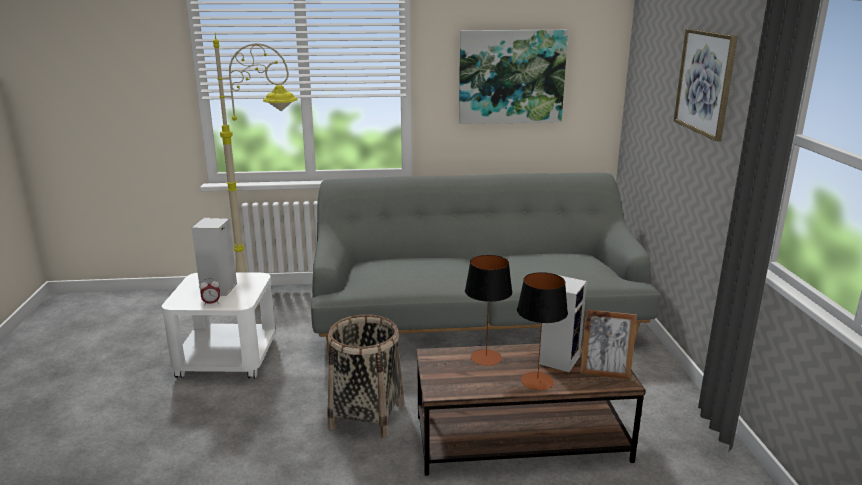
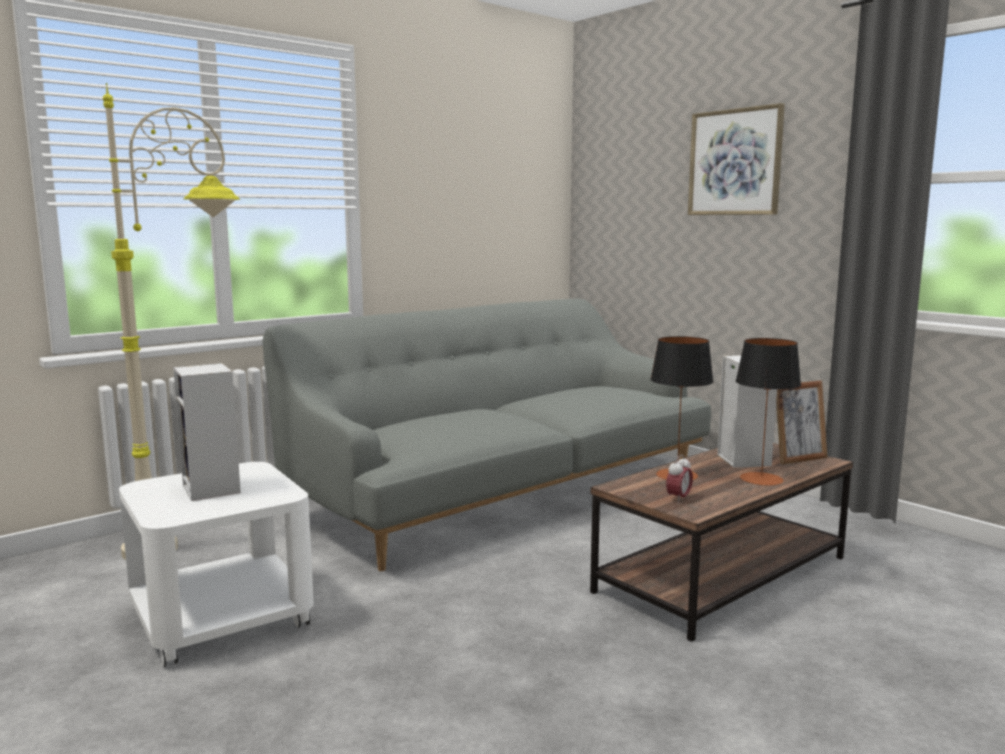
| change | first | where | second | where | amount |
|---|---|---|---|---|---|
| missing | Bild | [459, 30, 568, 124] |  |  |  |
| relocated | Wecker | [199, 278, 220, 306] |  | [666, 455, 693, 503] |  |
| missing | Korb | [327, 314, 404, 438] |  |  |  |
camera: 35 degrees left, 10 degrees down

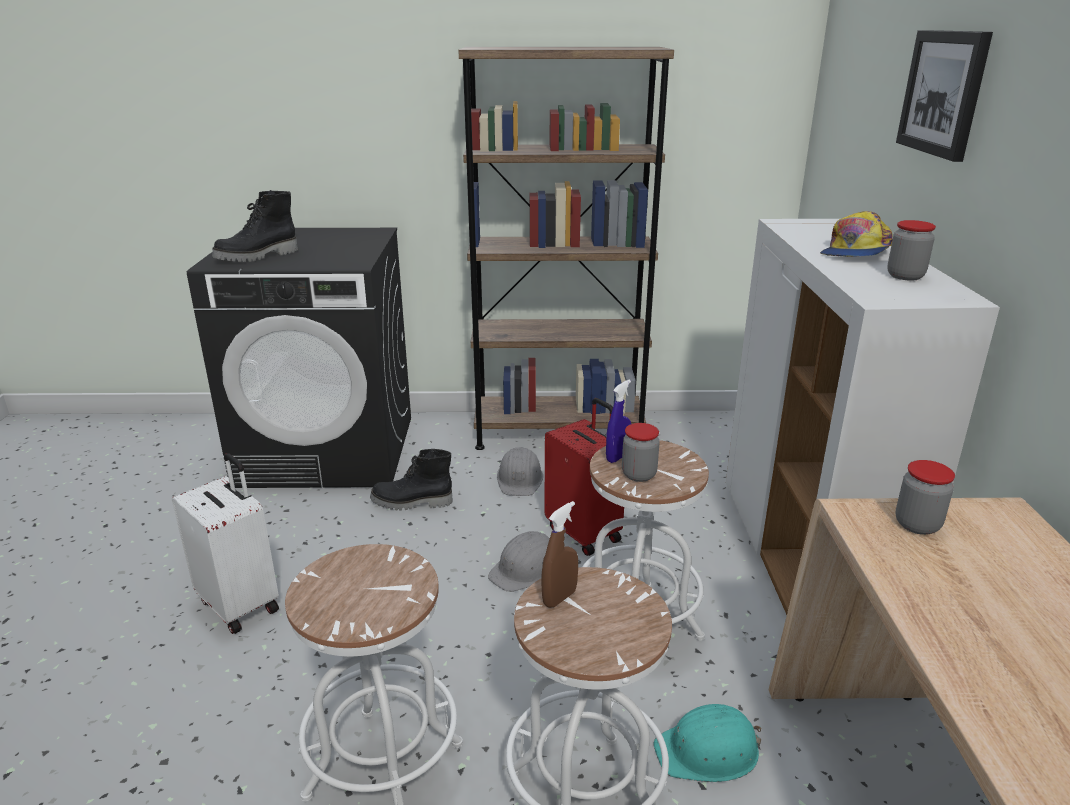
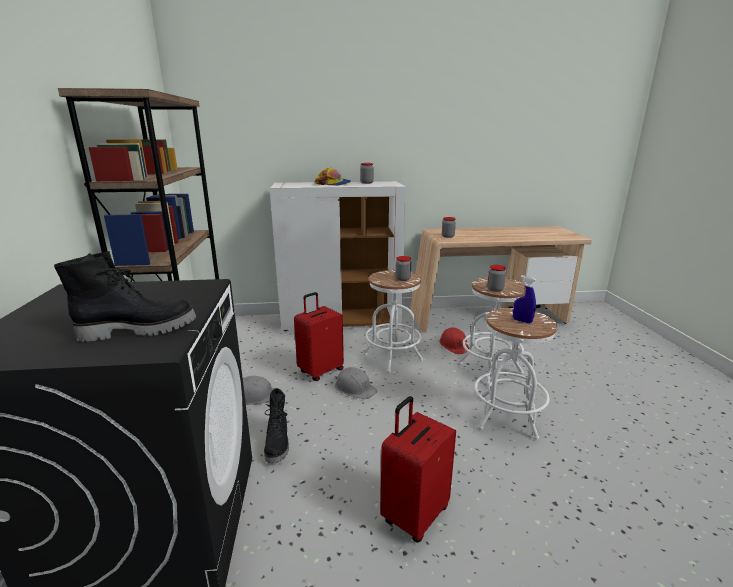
| change | first | where | second | where | amount |
|---|---|---|---|---|---|
| missing | Bild | [896, 30, 993, 162] |  |  |  |
| spun | Stiefel (schwarz) | [212, 190, 298, 262] |  | [54, 251, 197, 342] | 60 degrees counterclockwise |
| relocated | Sprühflasche (blau) | [606, 380, 631, 463] |  | [513, 275, 536, 324] |  |
| colour | Koffer (weiß) | [172, 453, 279, 634] | Koffer (rot) | [380, 396, 456, 543] |  |
| exchanged | Sprühflasche (braun) | [541, 501, 578, 608] | Vorratsglas | [487, 265, 506, 292] |  |
| colour | Schutzhelm (türkis) | [654, 704, 761, 782] | Schutzhelm (rot) | [439, 327, 469, 354] |  |
camera: 95 degrees left, 5 degrees down

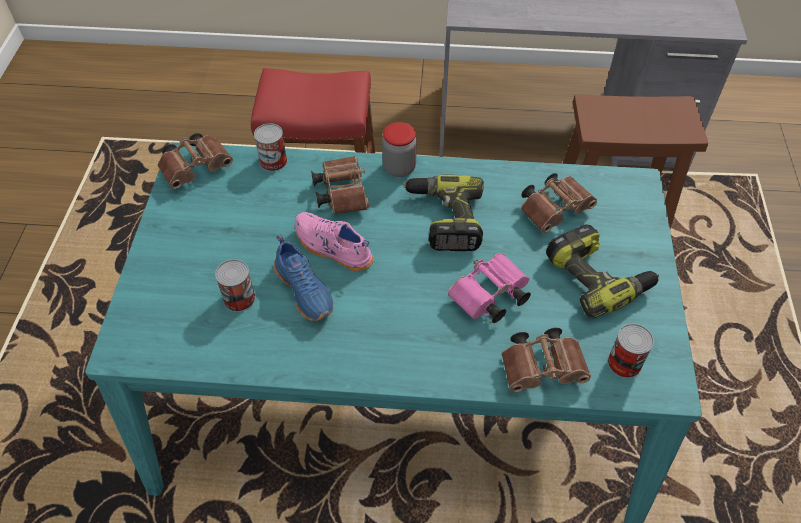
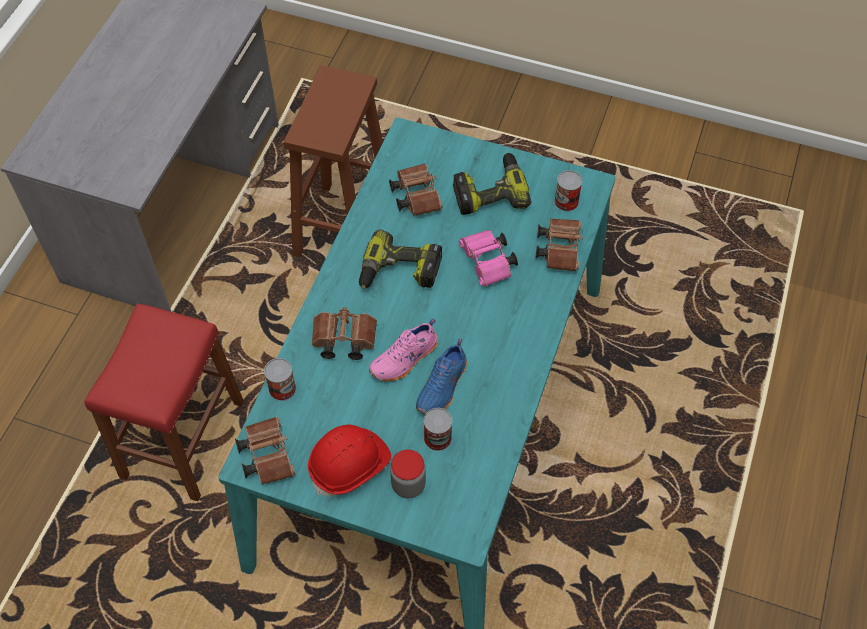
| change | first | where | second | where | amount |
|---|---|---|---|---|---|
| relocated | Vorratsglas | [382, 122, 417, 177] |  | [390, 450, 426, 498] |  |
| spun | Schuh (blau) | [274, 235, 334, 321] |  | [416, 338, 467, 414] | 135 degrees clockwise |
| appeared |  |  | Schutzhelm (rot) | [308, 425, 391, 496] |  |
camera: 75 degrees left, 5 degrees up

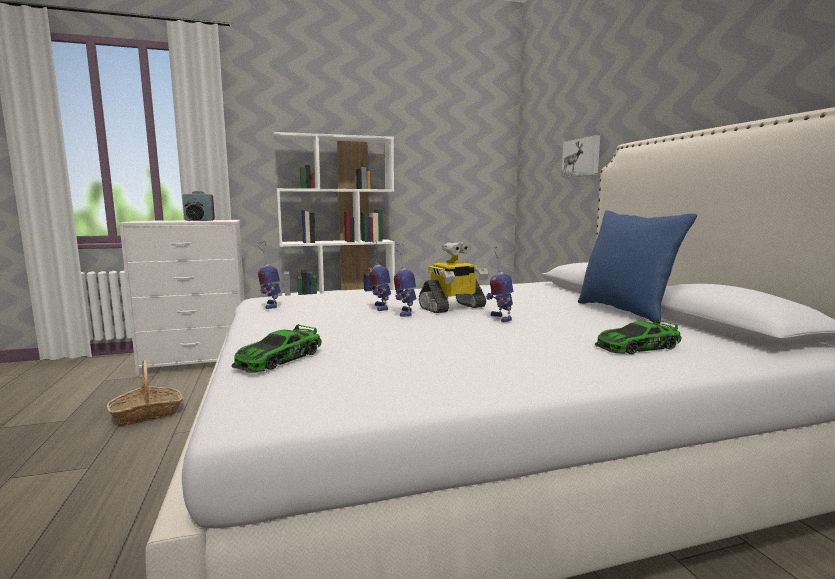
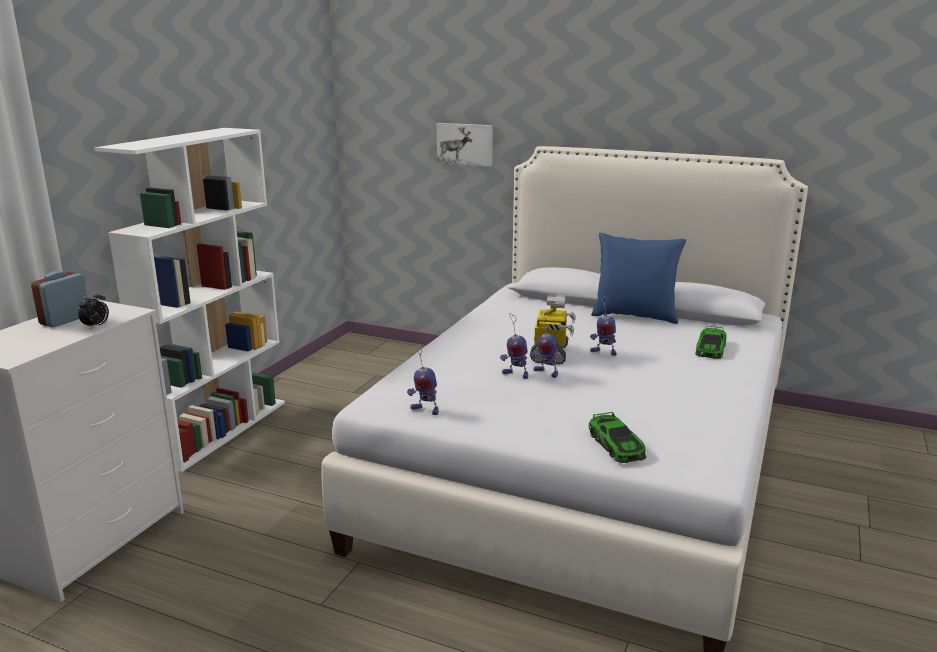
| change | first | where | second | where | amount |
|---|---|---|---|---|---|
| missing | Korb | [107, 360, 183, 426] |  |  |  |
camera: 50 degrees left, 10 degrees up

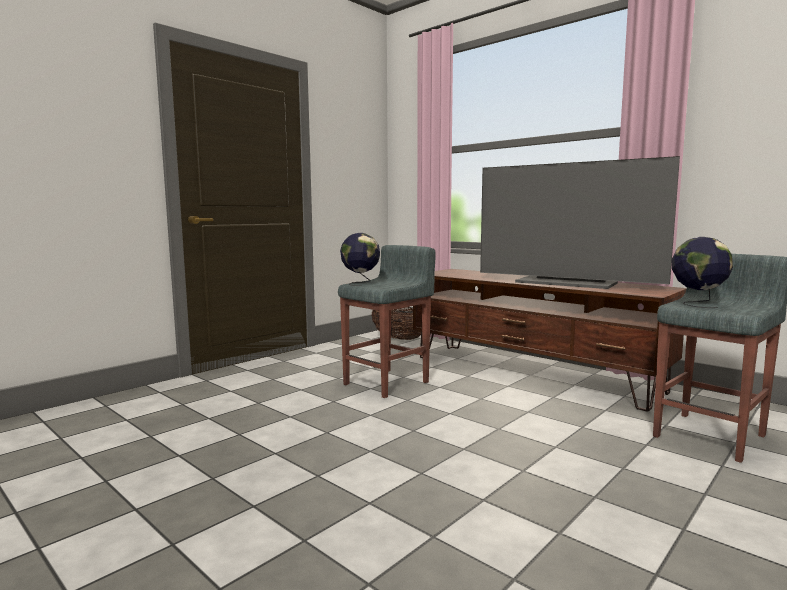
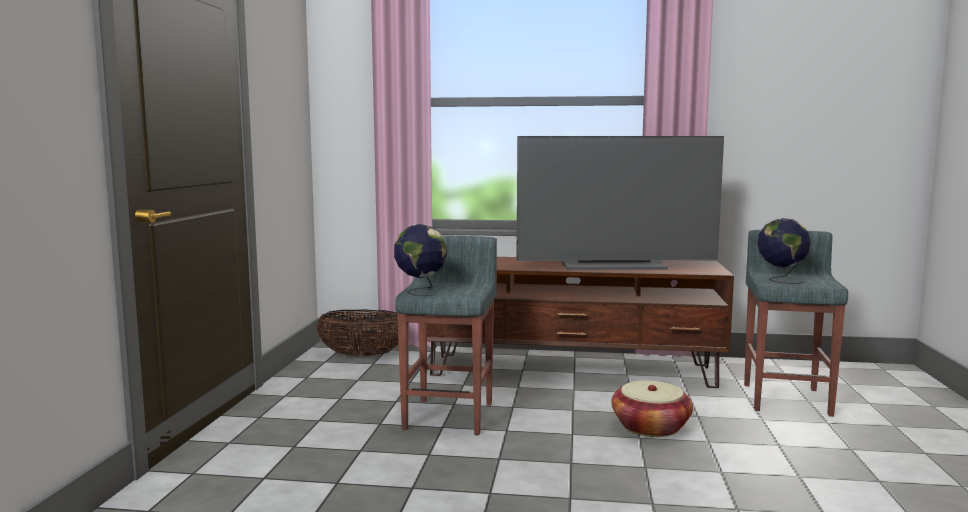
| change | first | where | second | where | amount |
|---|---|---|---|---|---|
| appeared |  |  | Korb | [611, 380, 693, 437] |  |
camera: 35 degrees left, 0 degrees up

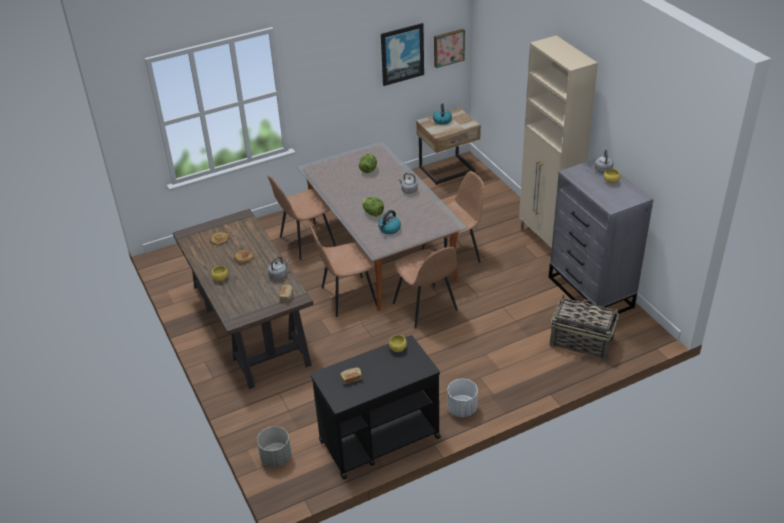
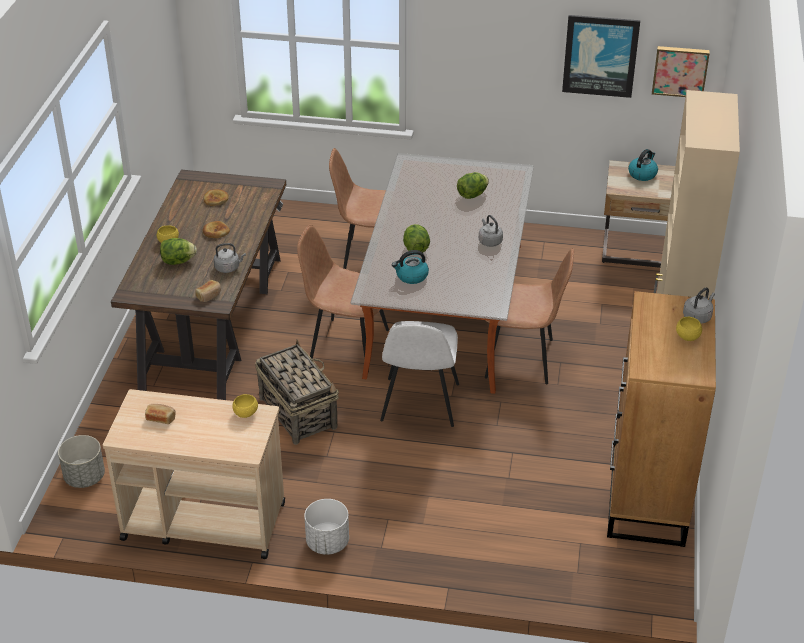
| change | first | where | second | where | amount |
|---|---|---|---|---|---|
| colour | Kommode (grau) | [549, 158, 654, 314] | Kommode (braun) | [607, 291, 716, 547] |  |
| colour | Stuhl (braun) | [393, 247, 458, 328] | Stuhl (weiß) | [380, 321, 459, 427] |  |
| relocated | Korb | [550, 294, 619, 361] |  | [255, 339, 339, 445] |  |
| colour | Rollwagen (schwarz) | [310, 335, 441, 479] | Rollwagen (beige) | [103, 389, 285, 559] |  |
| appeared |  |  | Salatkopf | [160, 238, 197, 265] |  |
camera: 35 degrees right, 0 degrees up

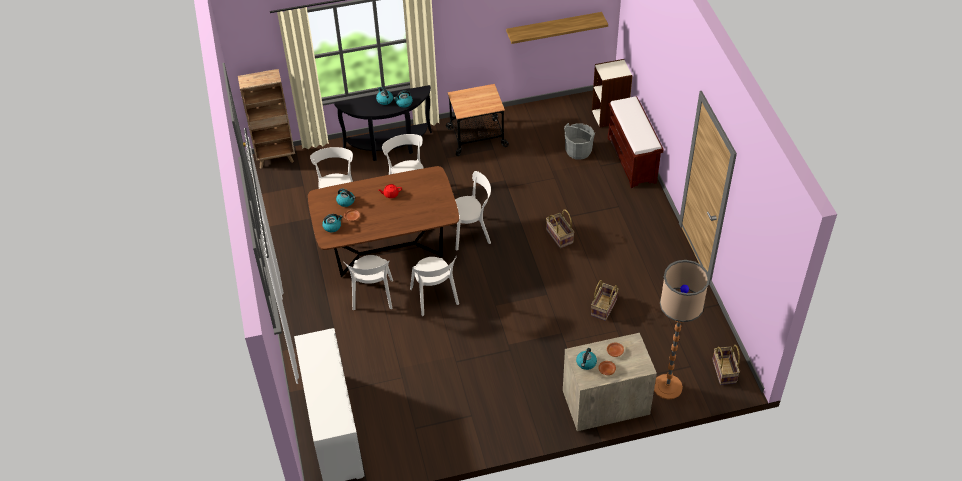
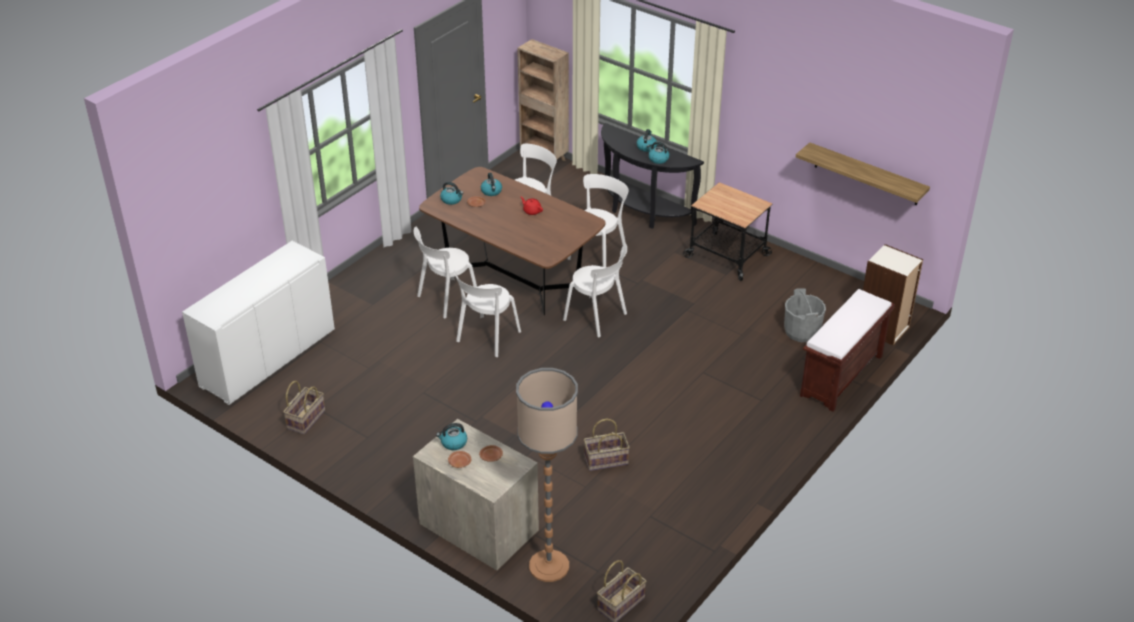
| change | first | where | second | where | amount |
|---|---|---|---|---|---|
| relocated | Korb | [546, 209, 574, 248] |  | [283, 381, 325, 435] |  |
camera: 50 degrees right, 10 degrees down

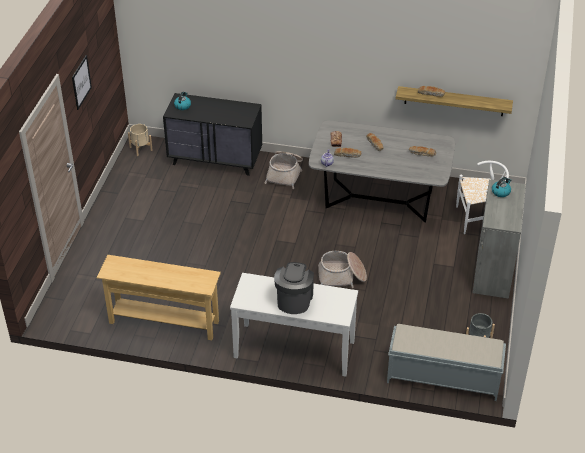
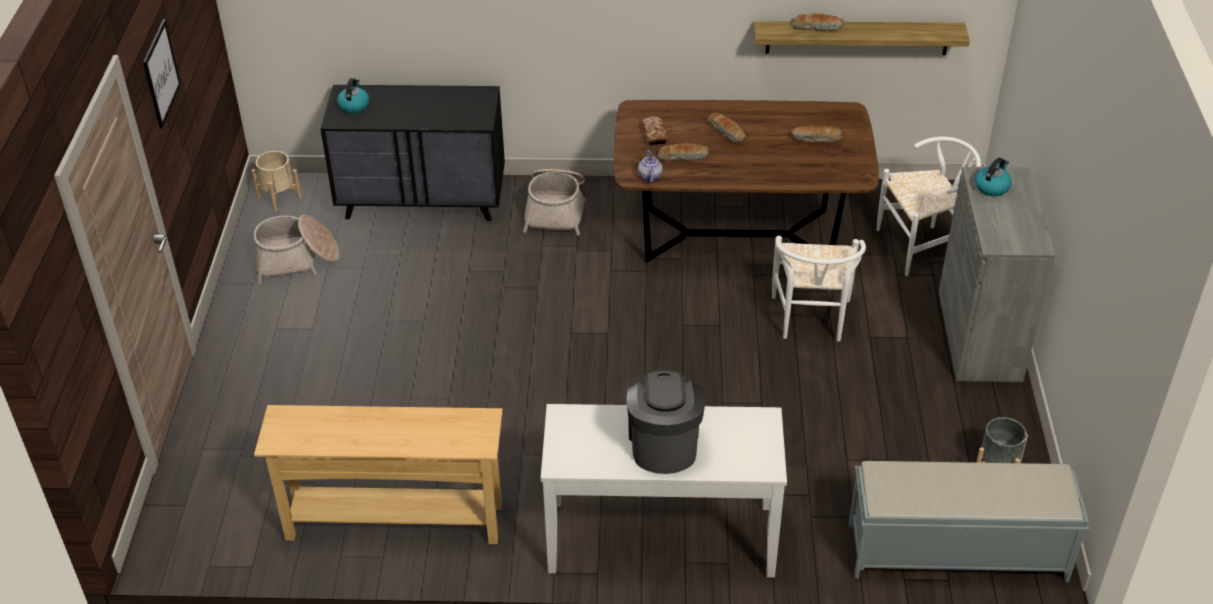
| change | first | where | second | where | amount |
|---|---|---|---|---|---|
| colour | Esstisch (grau) | [309, 120, 455, 223] | Esstisch (braun) | [614, 100, 879, 262] |  |
| relocated | Korb | [318, 251, 367, 288] |  | [253, 215, 339, 284] |  |
| appeared |  |  | Stuhl (weiß) | [772, 236, 866, 342] |  |
camera: 10 degrees left, 0 degrees up

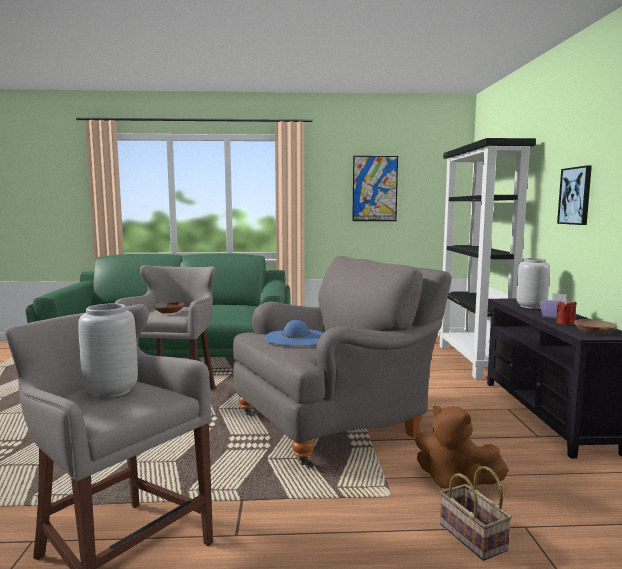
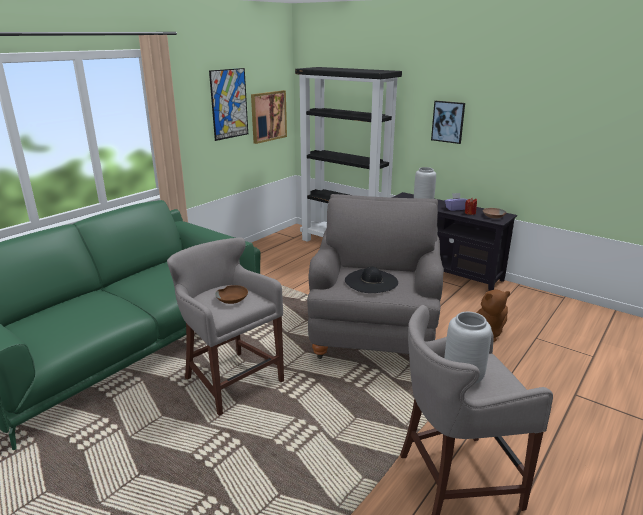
| change | first | where | second | where | amount |
|---|---|---|---|---|---|
| colour | Hut (blau) | [264, 320, 323, 346] | Hut (schwarz) | [345, 266, 398, 293] |  |
| missing | Korb | [440, 466, 512, 561] |  |  |  |
| appeared |  |  | Bild | [251, 90, 287, 144] |  |
camera: 50 degrees left, 15 degrees up

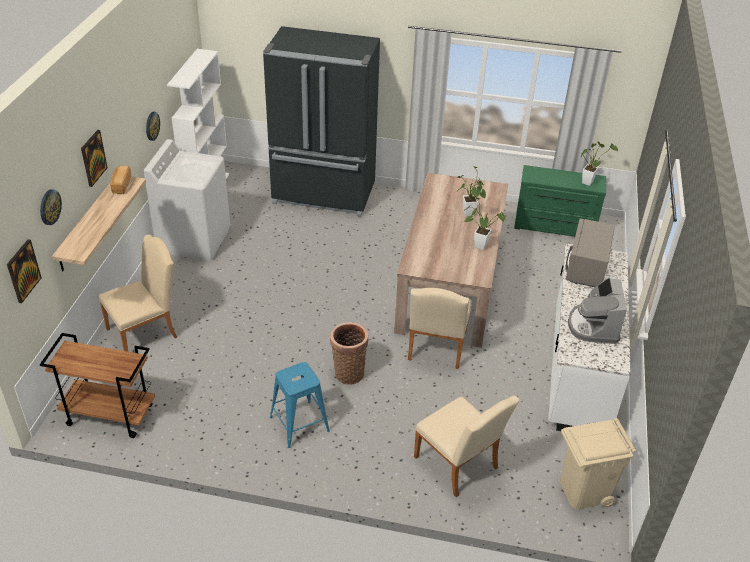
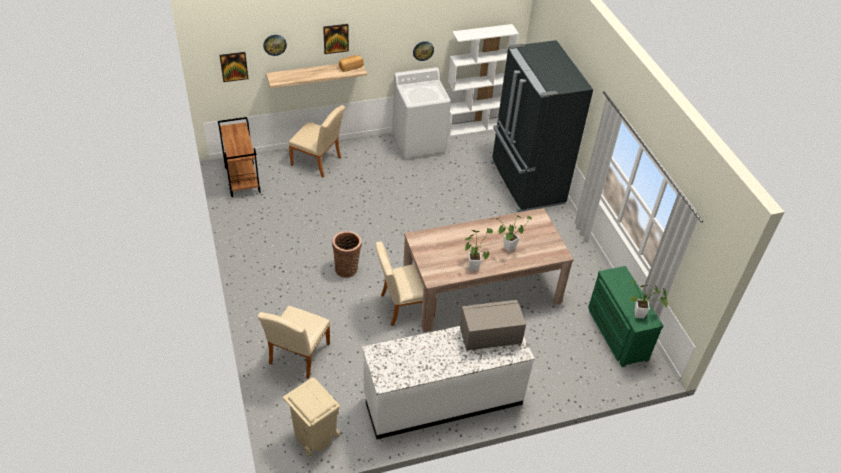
| change | first | where | second | where | amount |
|---|---|---|---|---|---|
| missing | Kaffeemaschine | [568, 278, 627, 344] |  |  |  |
| missing | Hocker (blau) | [270, 362, 330, 448] |  |  |  |
camera: 60 degrees right, 5 degrees up

